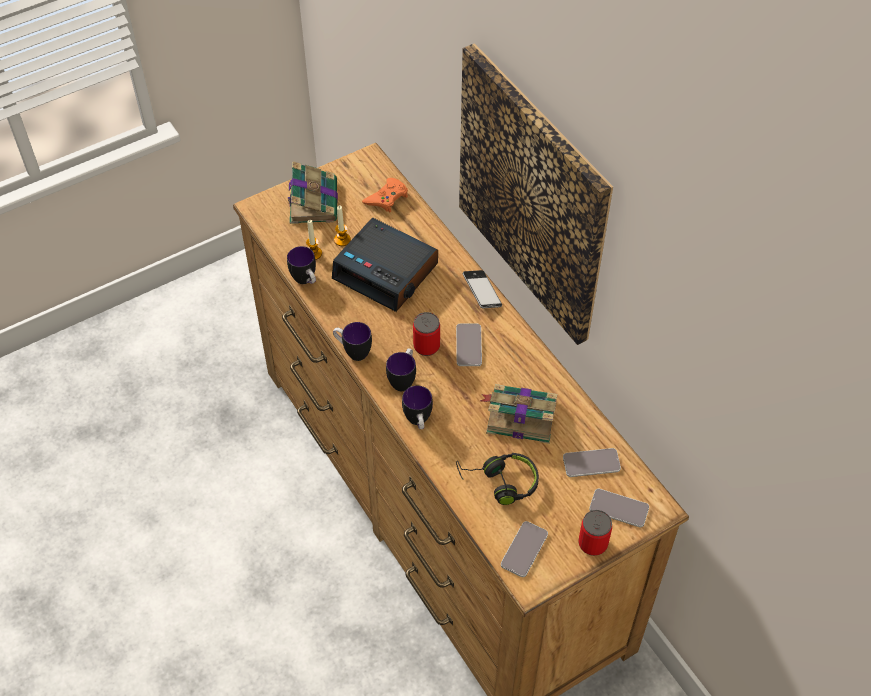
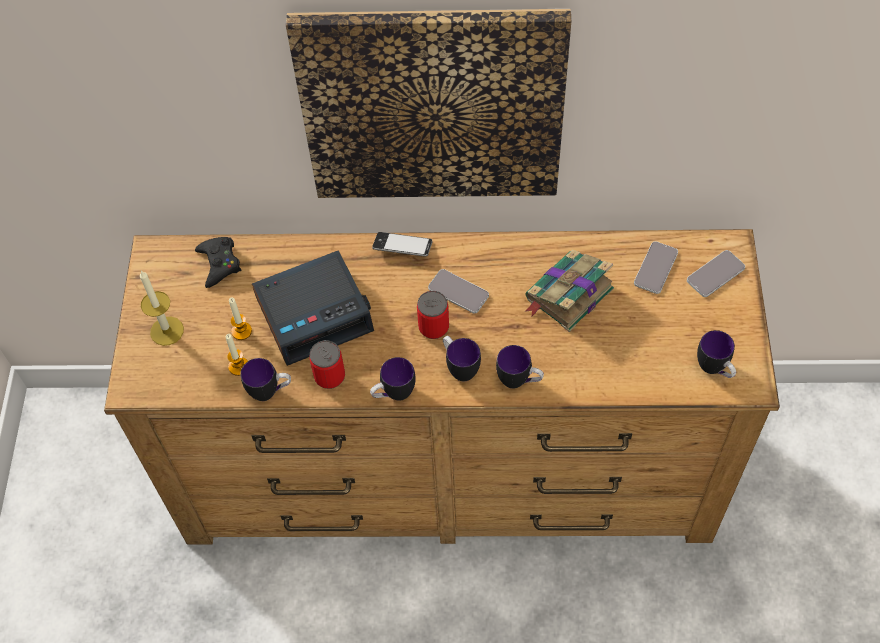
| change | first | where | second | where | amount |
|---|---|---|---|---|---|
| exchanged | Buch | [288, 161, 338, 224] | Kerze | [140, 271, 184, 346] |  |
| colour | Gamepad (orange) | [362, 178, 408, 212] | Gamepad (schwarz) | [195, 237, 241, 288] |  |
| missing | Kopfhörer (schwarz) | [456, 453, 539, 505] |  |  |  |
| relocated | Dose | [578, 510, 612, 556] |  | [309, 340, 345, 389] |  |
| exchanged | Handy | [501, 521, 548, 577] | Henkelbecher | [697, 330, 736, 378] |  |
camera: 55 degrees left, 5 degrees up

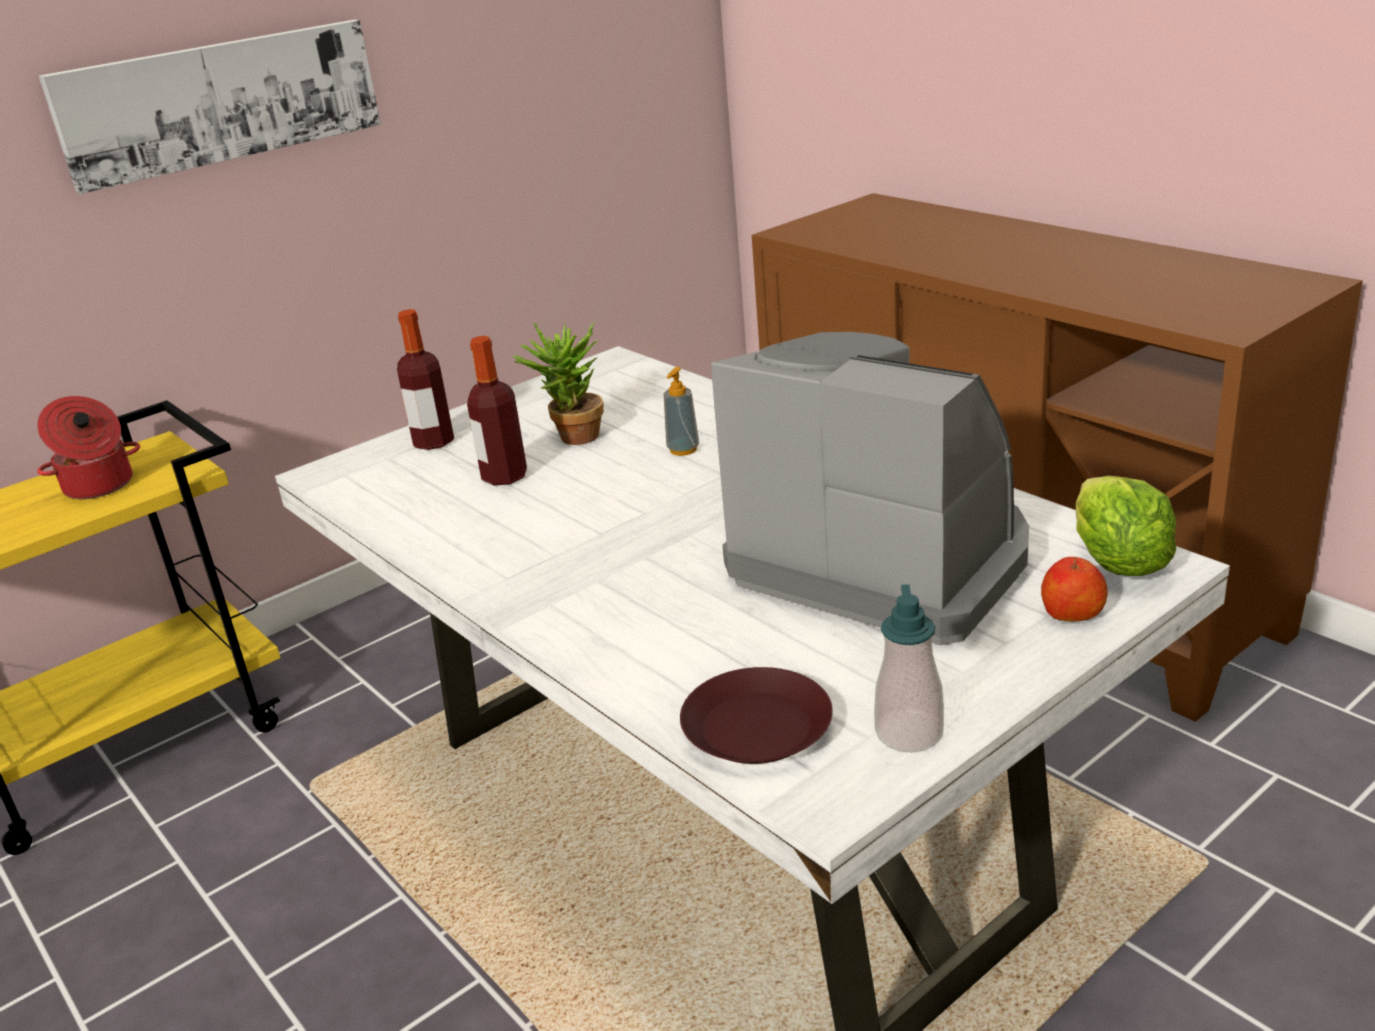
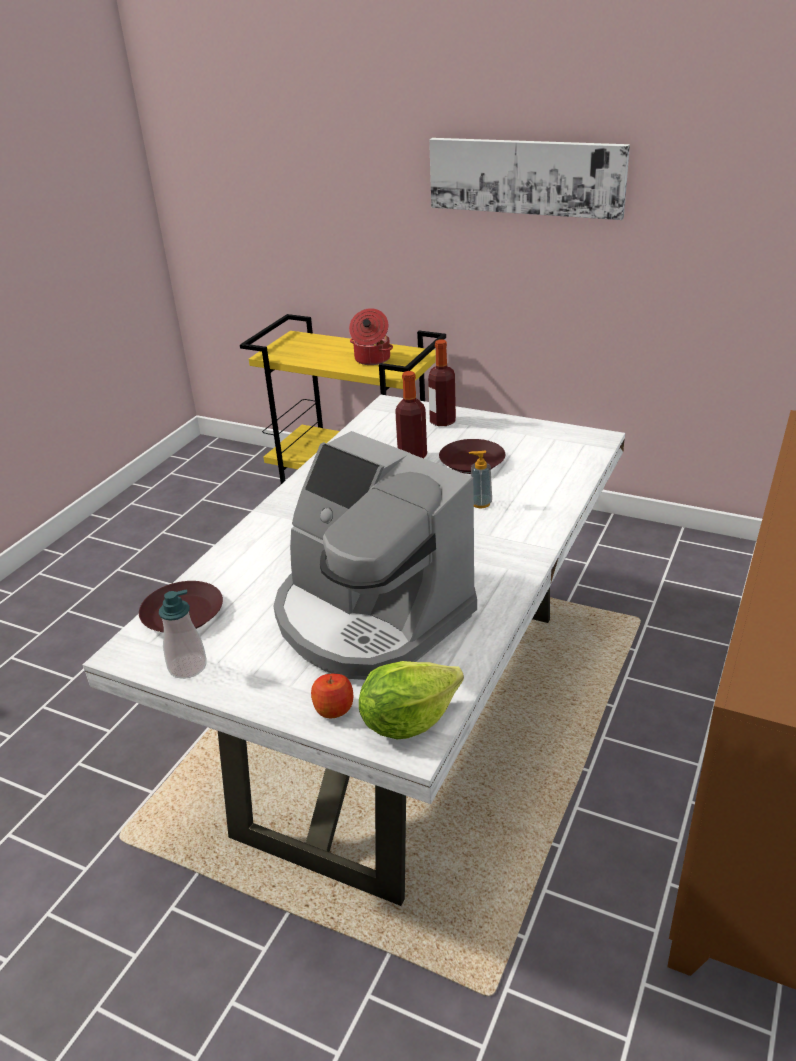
| change | first | where | second | where | amount |
|---|---|---|---|---|---|
| exchanged | Topfpflanze | [513, 323, 604, 445] | Teller (braun) | [439, 439, 505, 474] |  |
| spun | Kaffeemaschine | [711, 332, 1029, 645] |  | [273, 431, 477, 680] | 120 degrees clockwise |
camera: 65 degrees right, 5 degrees up

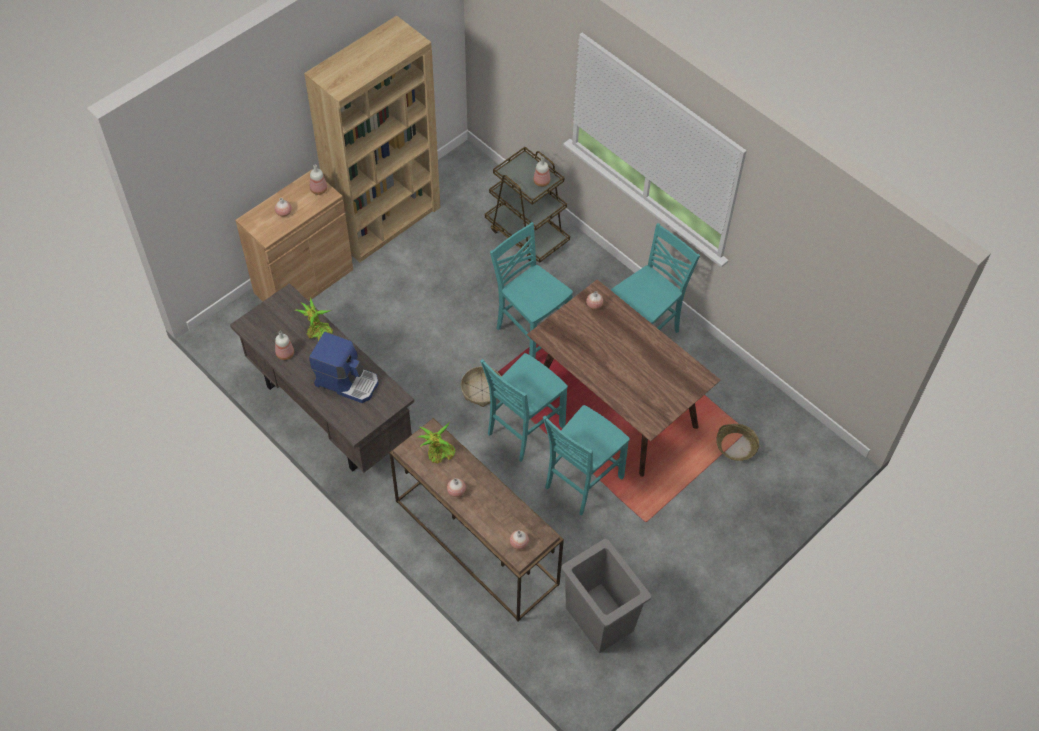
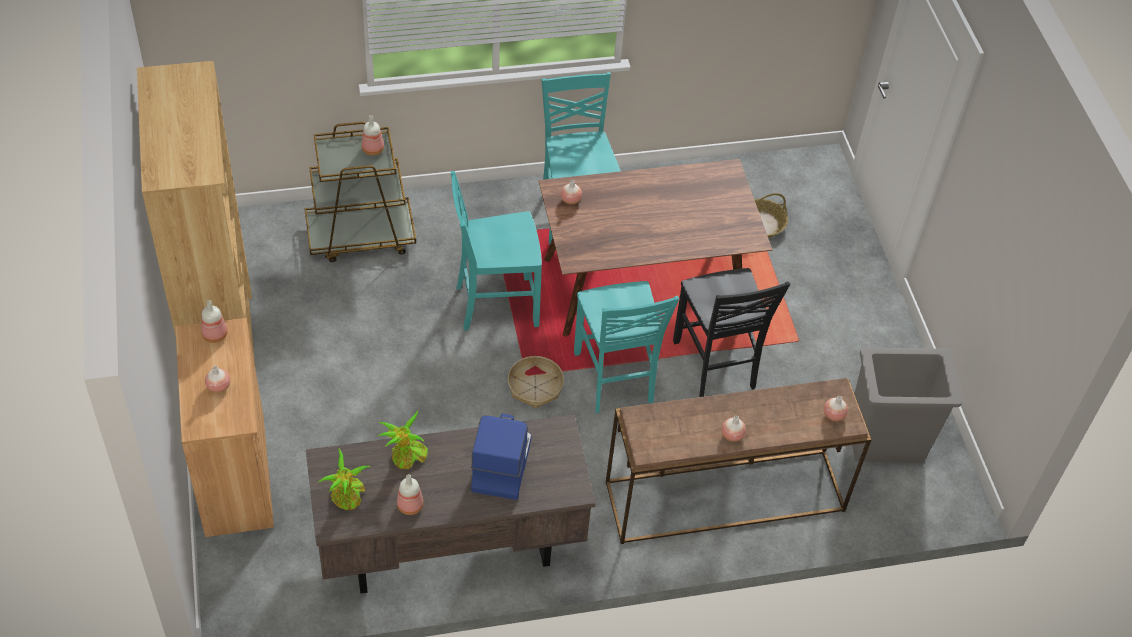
| change | first | where | second | where | amount |
|---|---|---|---|---|---|
| spun | Kaffeemaschine | [309, 332, 379, 403] |  | [471, 413, 532, 500] | 45 degrees counterclockwise |
| colour | Stuhl (türkis) | [543, 405, 630, 515] | Stuhl (schwarz) | [673, 268, 790, 397] |  |
| relocated | Topfpflanze | [418, 422, 456, 464] |  | [318, 449, 371, 510] |  |
camera: 60 degrees left, 5 degrees down

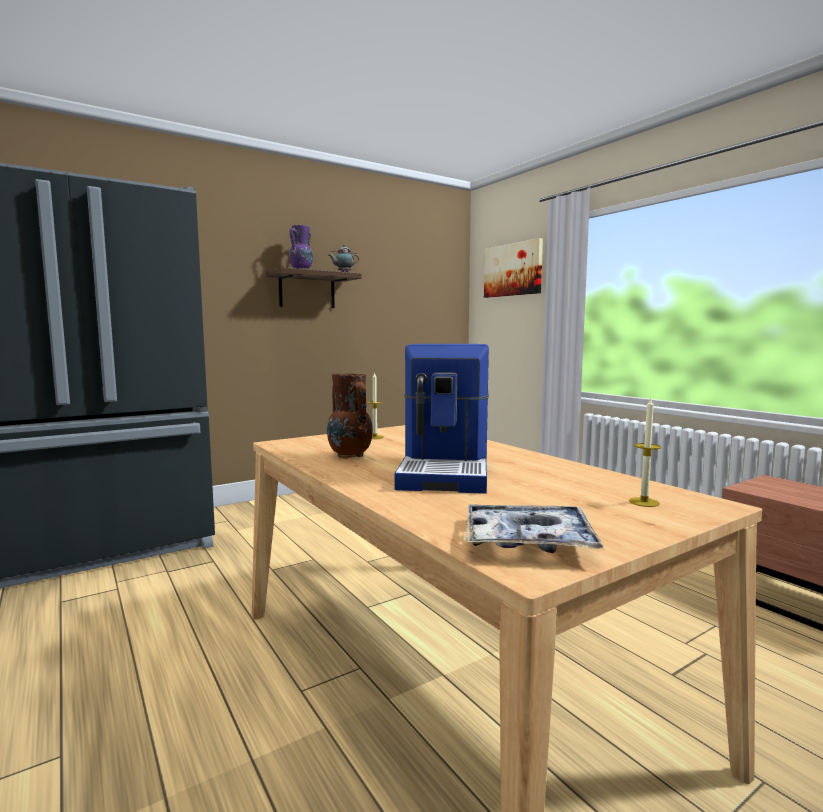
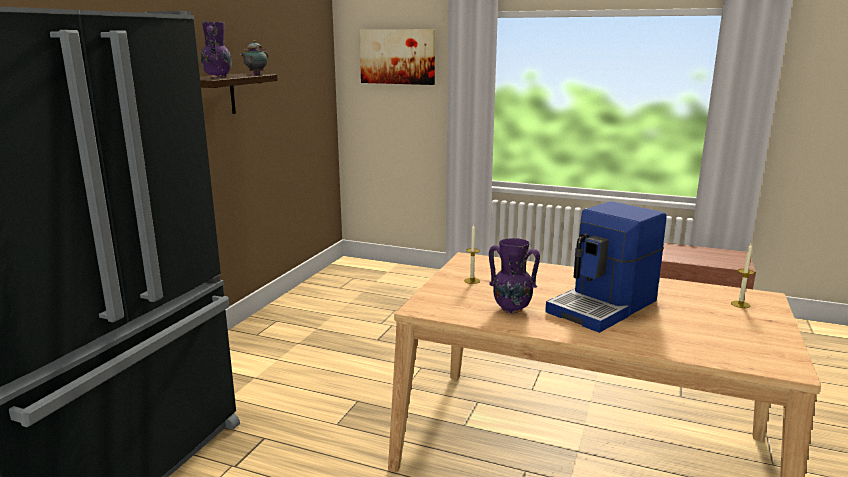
| change | first | where | second | where | amount |
|---|---|---|---|---|---|
| spun | Kaffeemaschine | [395, 344, 489, 494] |  | [545, 201, 667, 333] | 75 degrees clockwise |
| colour | Vase (braun) | [327, 373, 373, 458] | Vase (lila) | [489, 238, 540, 313] |  |
| missing | Tablett | [465, 504, 604, 553] |  |  |  |
camera: 35 degrees left, 10 degrees up

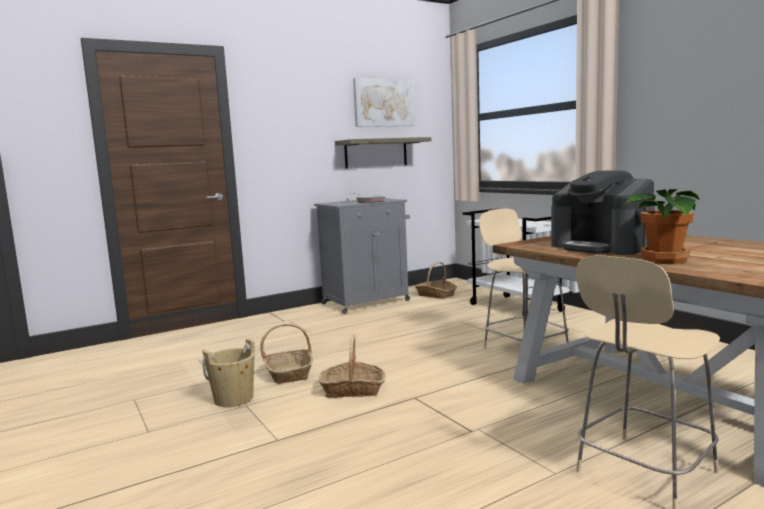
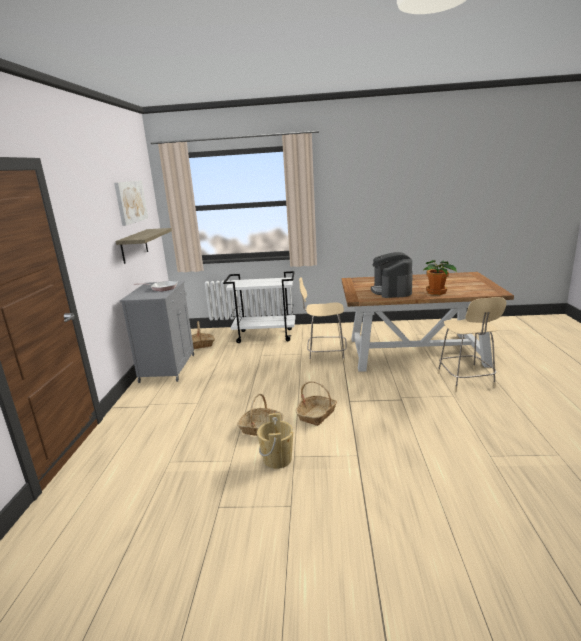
| change | first | where | second | where | amount |
|---|---|---|---|---|---|
| spun | Kaffeemaschine | [551, 170, 655, 255] |  | [371, 252, 413, 298] | 90 degrees clockwise |
camera: 55 degrees left, 10 degrees up

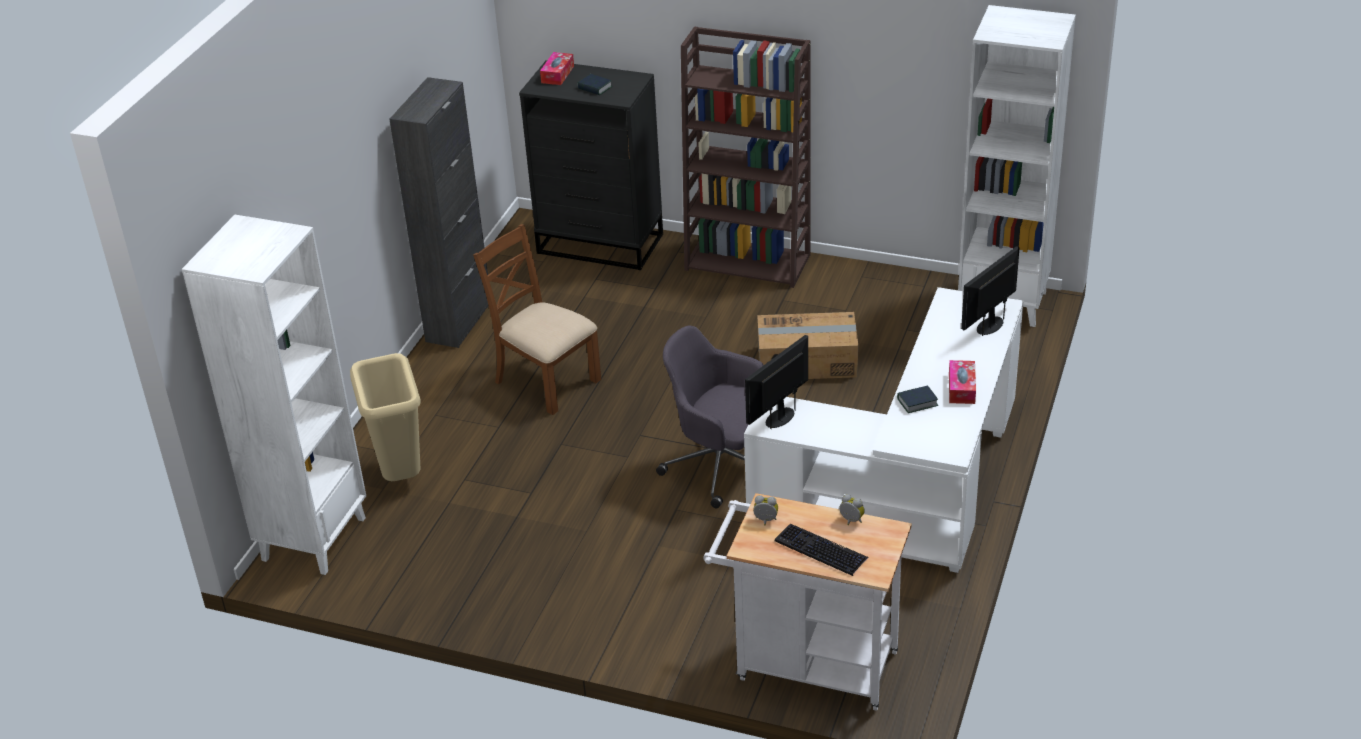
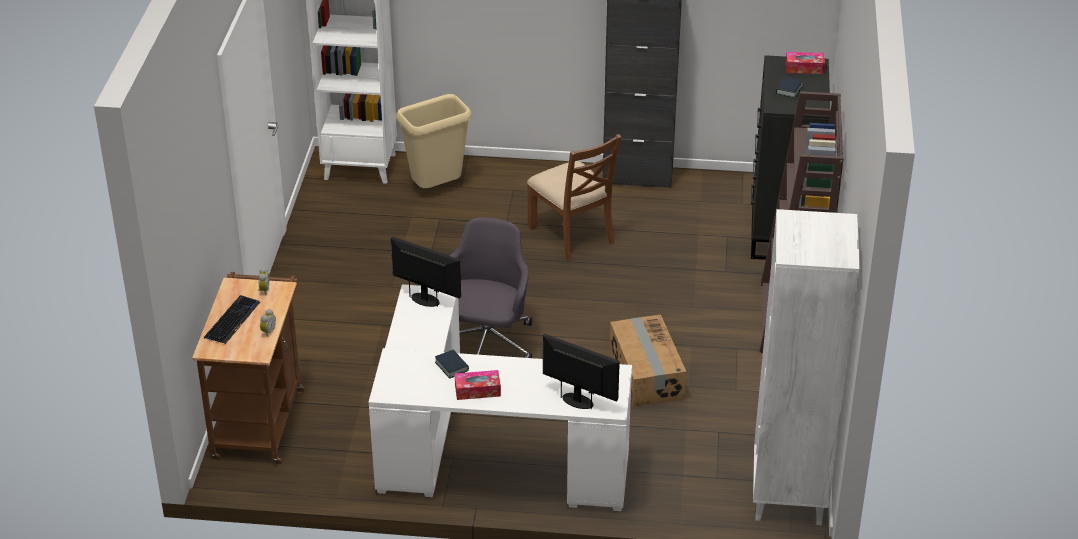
| change | first | where | second | where | amount |
|---|---|---|---|---|---|
| spun | Stuhl (braun) | [473, 224, 601, 415] |  | [527, 134, 621, 261] | 120 degrees clockwise |
| colour | Rollwagen (weiß) | [703, 493, 912, 711] | Rollwagen (braun) | [192, 272, 305, 466] |  |
camera: 75 degrees right, 0 degrees up

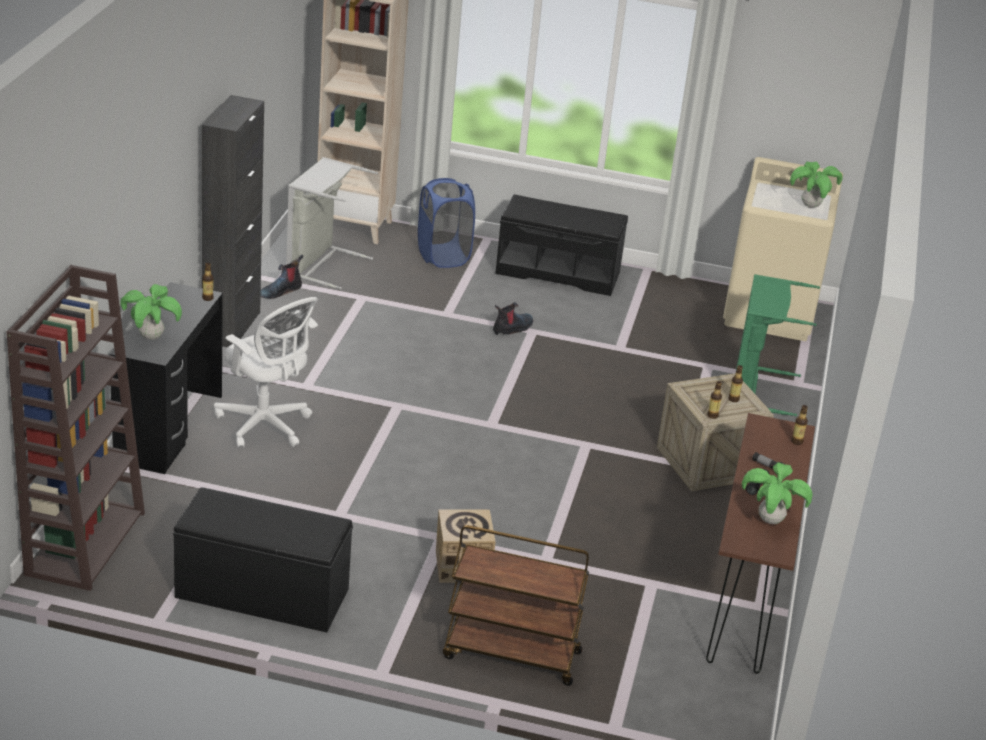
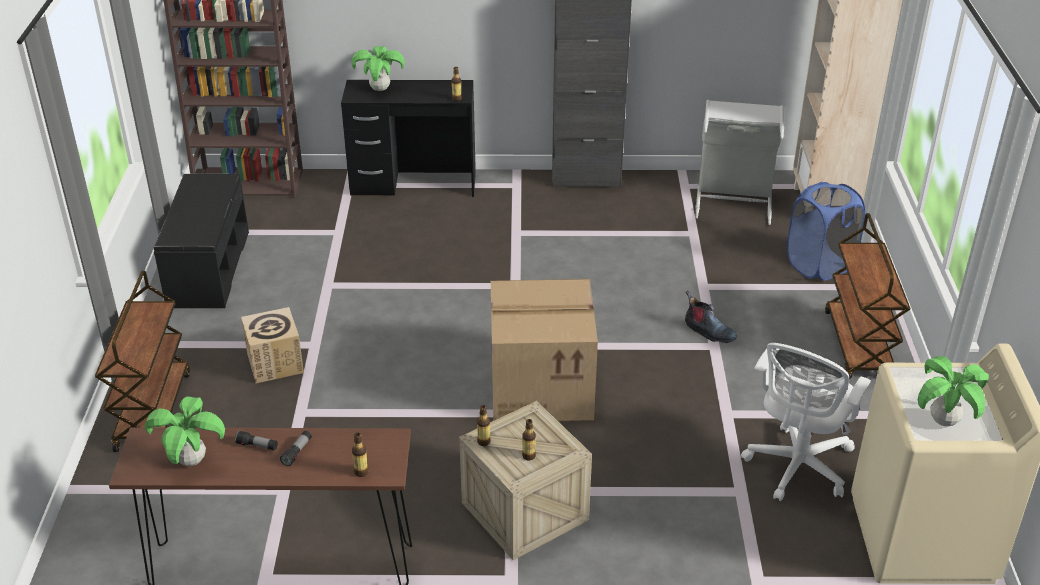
| change | first | where | second | where | amount |
|---|---|---|---|---|---|
| exchanged | Bank (schwarz) | [495, 194, 628, 296] | Rollwagen (braun) | [825, 213, 910, 380] |  |
| missing | Stiefel | [261, 255, 303, 299] |  |  |  |
| missing | Wäschekorb (grün) | [736, 274, 820, 416] |  |  |  |
| relocated | Bürostuhl (weiß) | [214, 297, 318, 448] |  | [741, 343, 871, 501] |  |
| appeared |  |  | Karton | [491, 279, 598, 421] |  |
camera: 80 degrees right, 5 degrees up

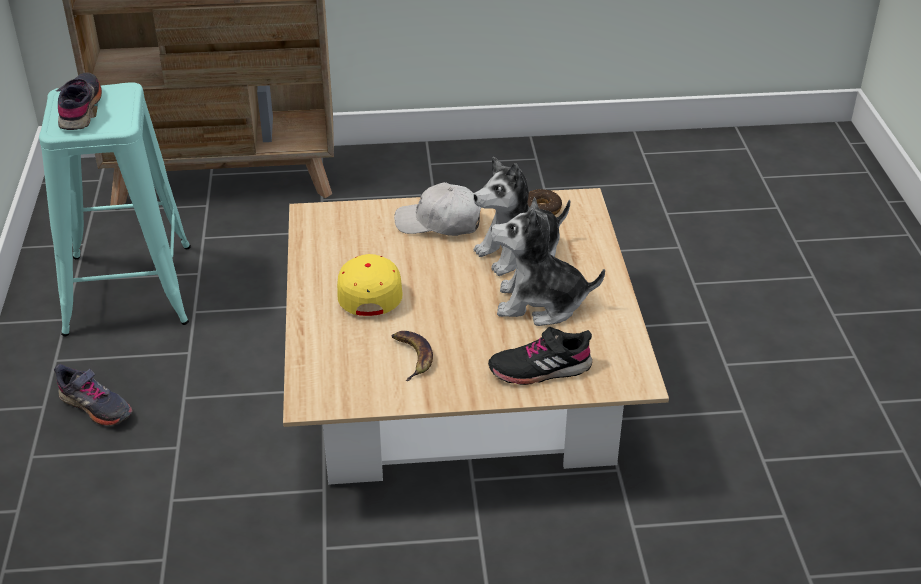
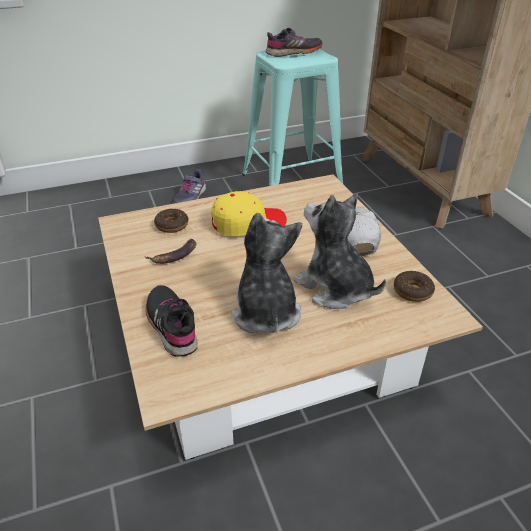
| change | first | where | second | where | amount |
|---|---|---|---|---|---|
| appeared |  |  | Donut | [154, 209, 188, 233] |  |
camera: 75 degrees right, 0 degrees up

